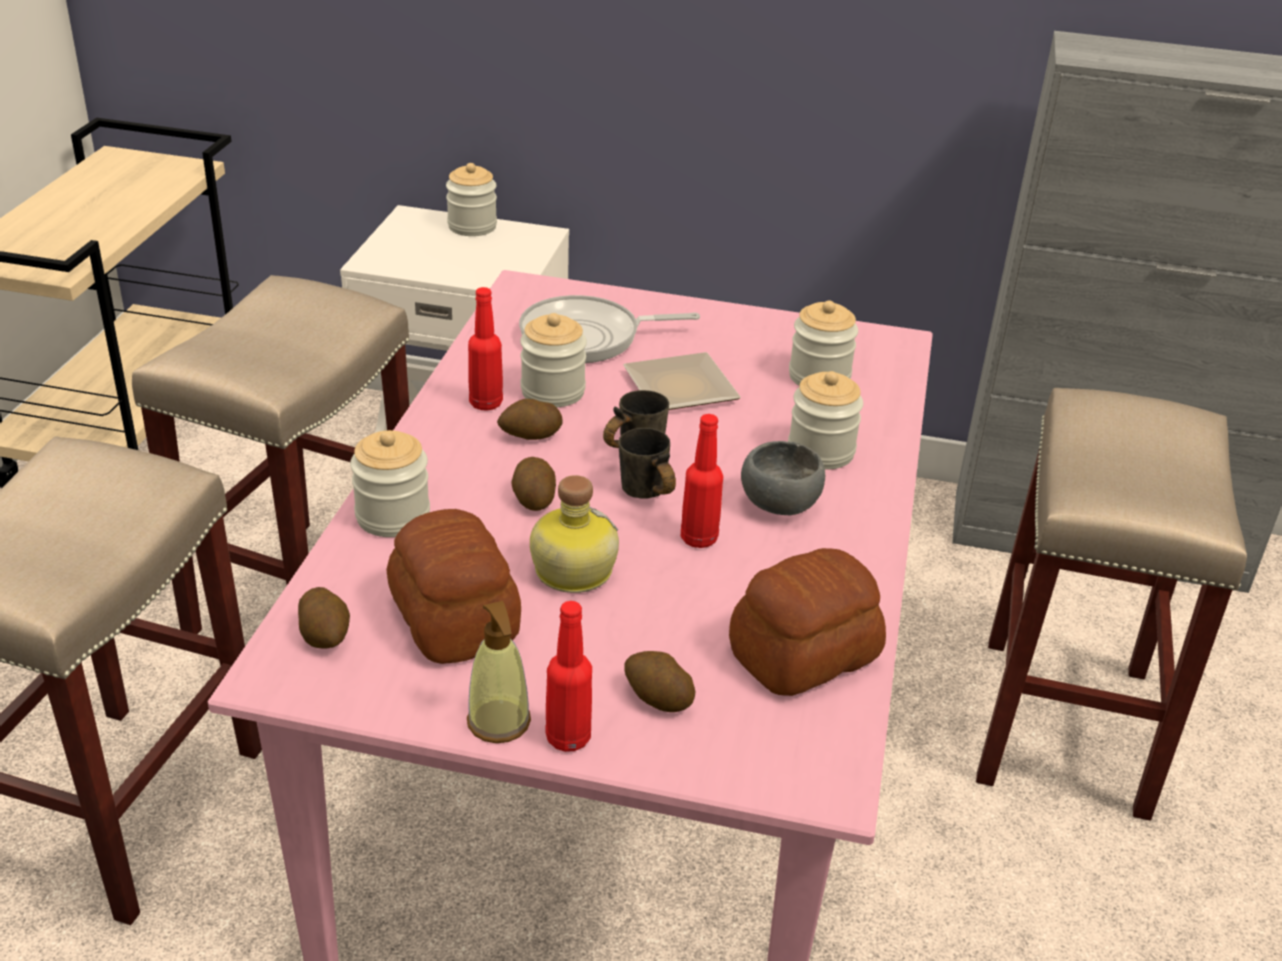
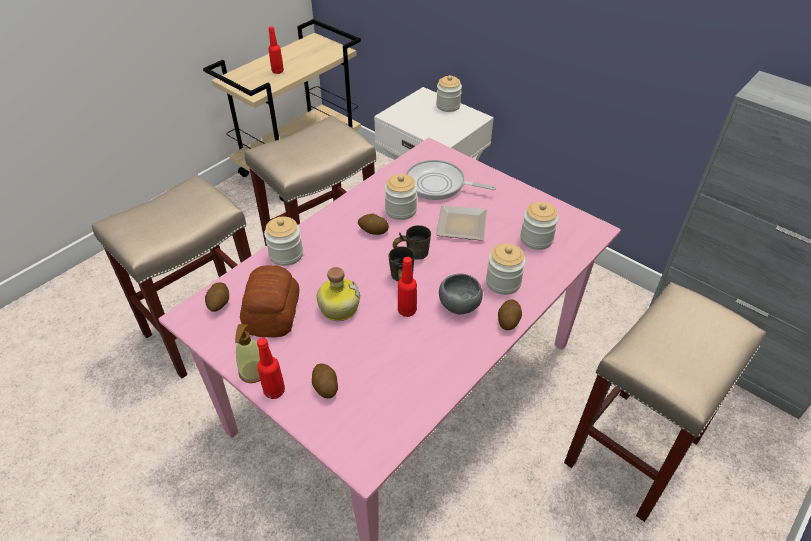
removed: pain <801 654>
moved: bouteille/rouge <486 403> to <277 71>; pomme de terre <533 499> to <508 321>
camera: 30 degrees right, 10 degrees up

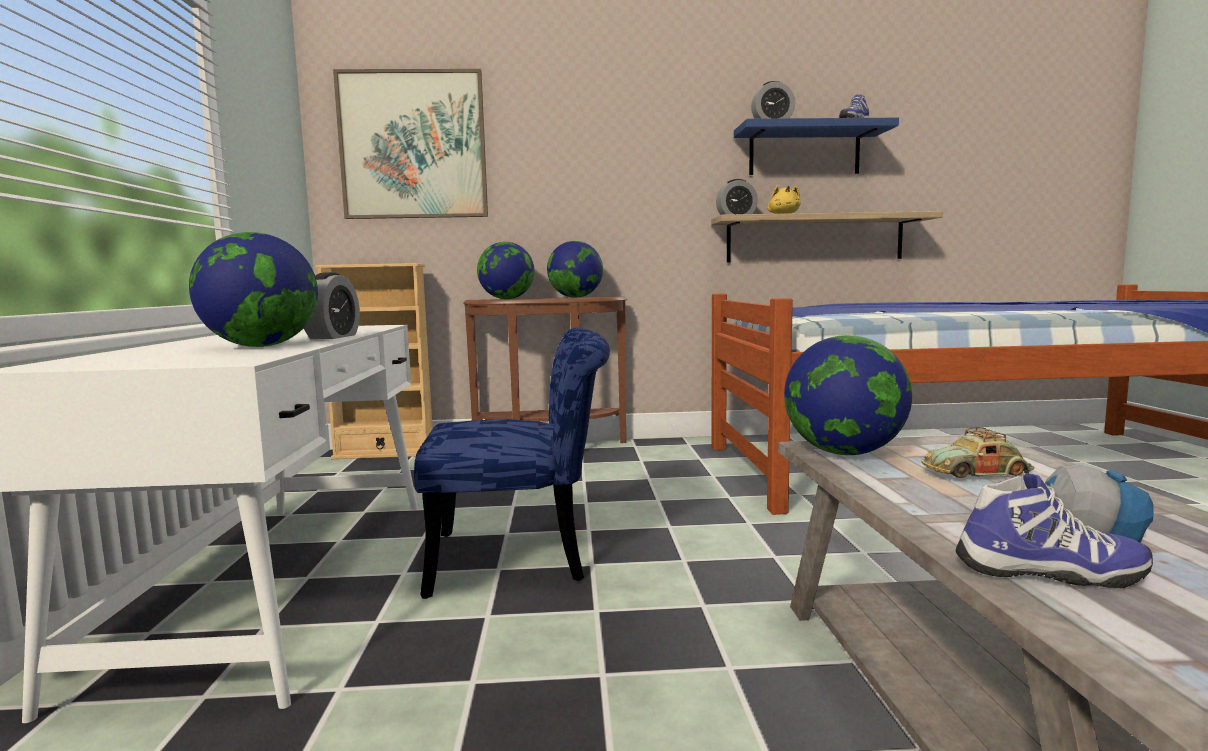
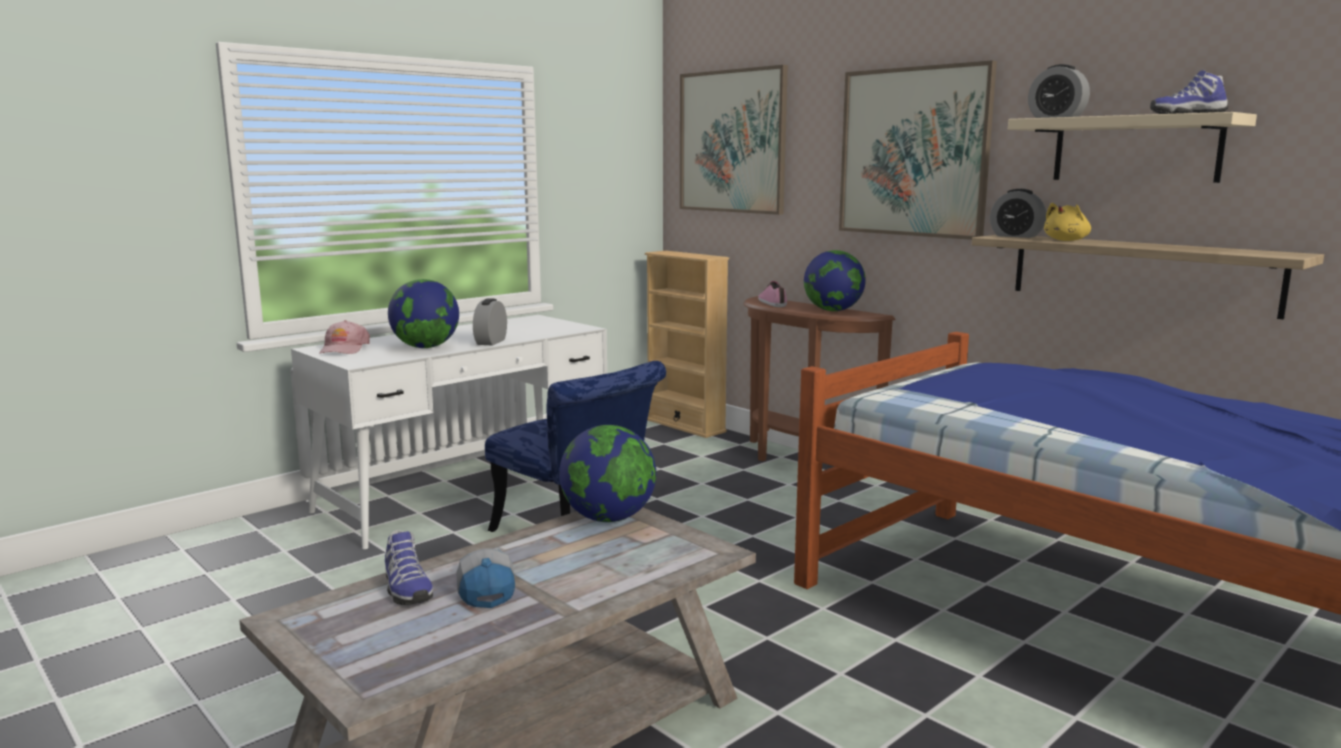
removed: petite voiture <977 473>
added: tableau <913 152>; casquette/rose <344 349>
replaced: globe <507 299> to chaussure <773 303>
recoloured: étagère/bleu <804 152> to étagère/beige <1135 149>
turned: réveil <333 337> = <491 342> 135 degrees clockwise
camera: 50 degrees right, 5 degrees up

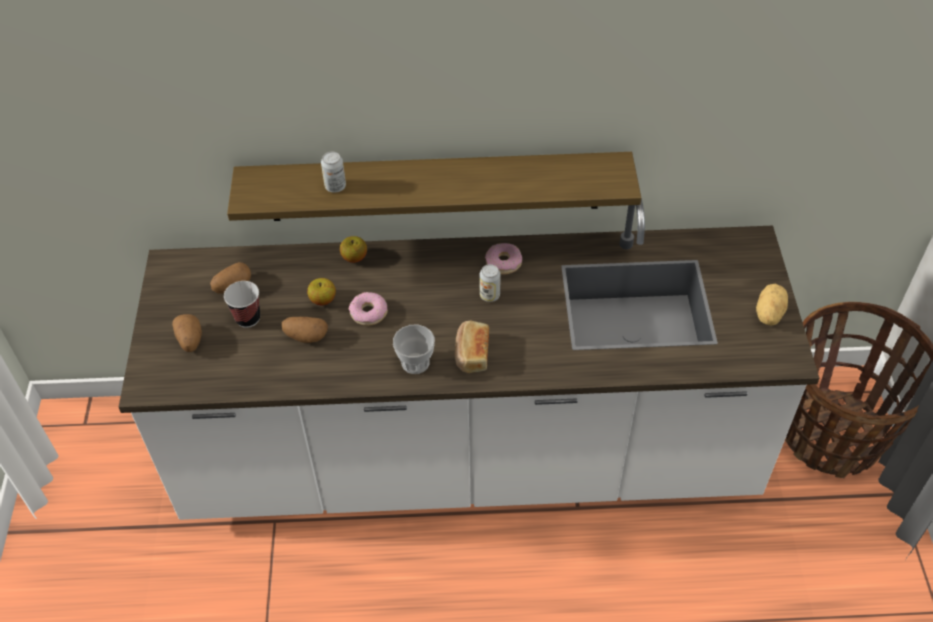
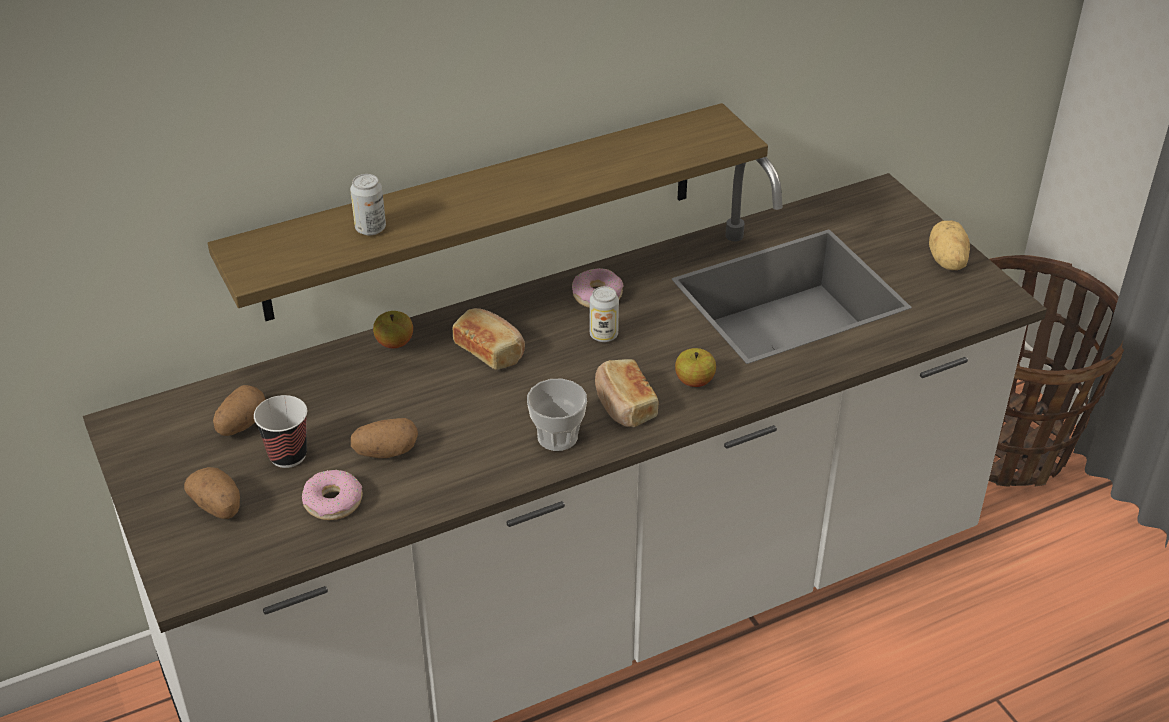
added: pain <490 350>
moved: pomme <323 300> to <694 381>; beignet <368 313> to <333 502>
camera: 25 degrees left, 10 degrees down

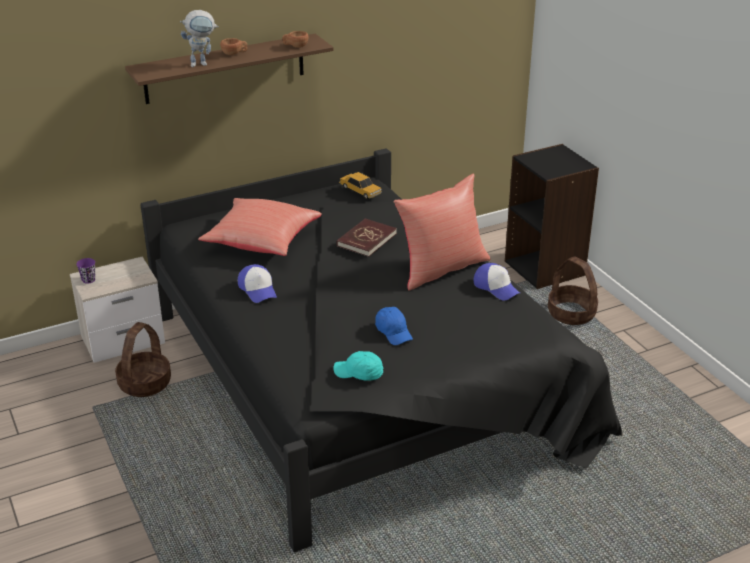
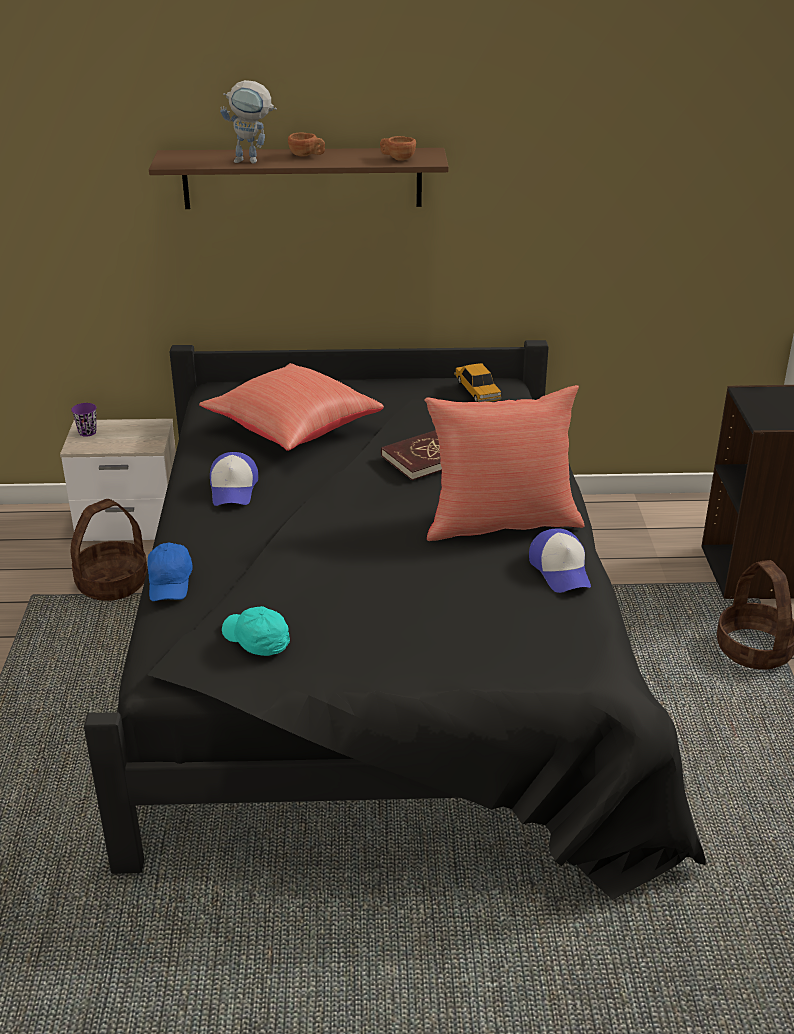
moved: casquette/bleu <393 332> to <170 582>
camera: 25 degrees right, 0 degrees up

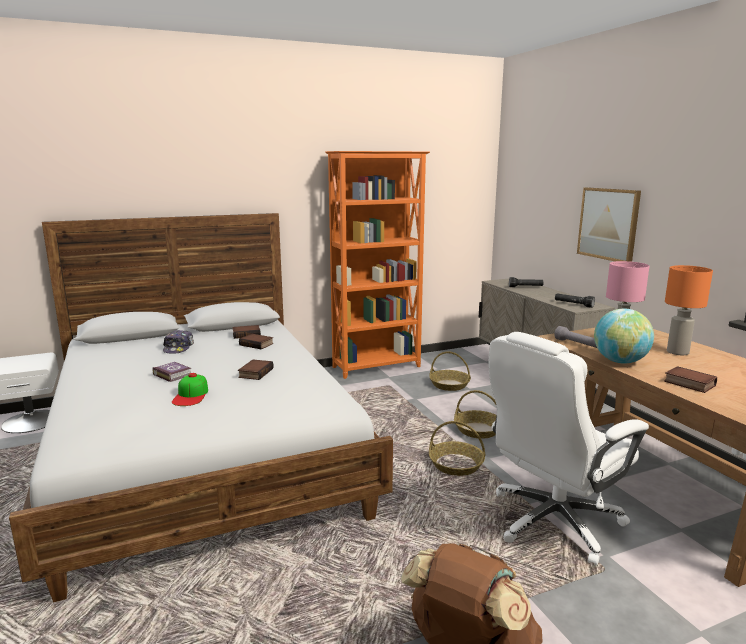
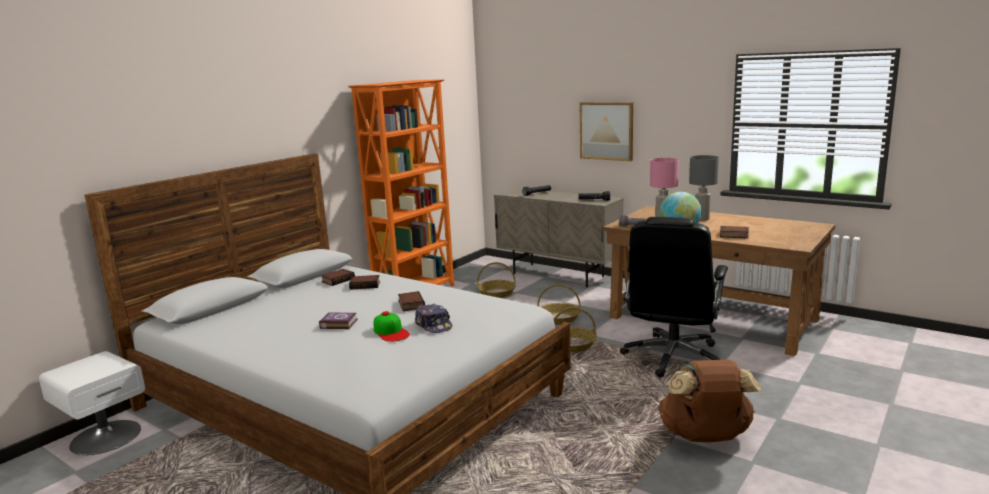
moved: casquette <179 348> to <434 325>
recoloured: lampe de table/orange <677 352> to lampe de table/gris <701 219>; chaise de bureau/blanc <553 522> to chaise de bureau/noir <672 357>
camera: 30 degrees left, 0 degrees up

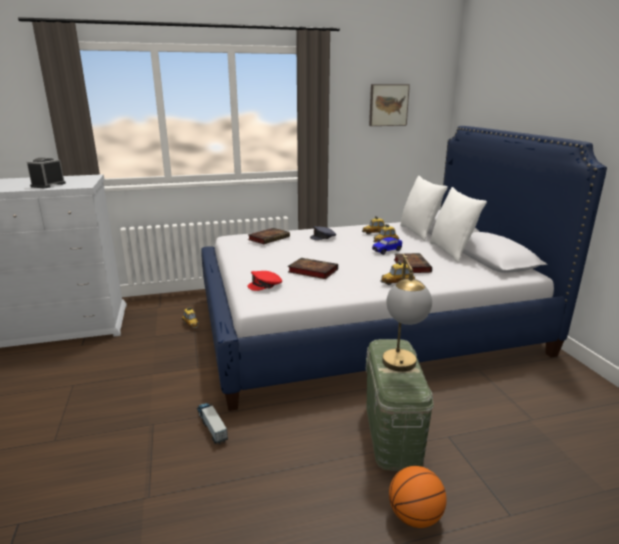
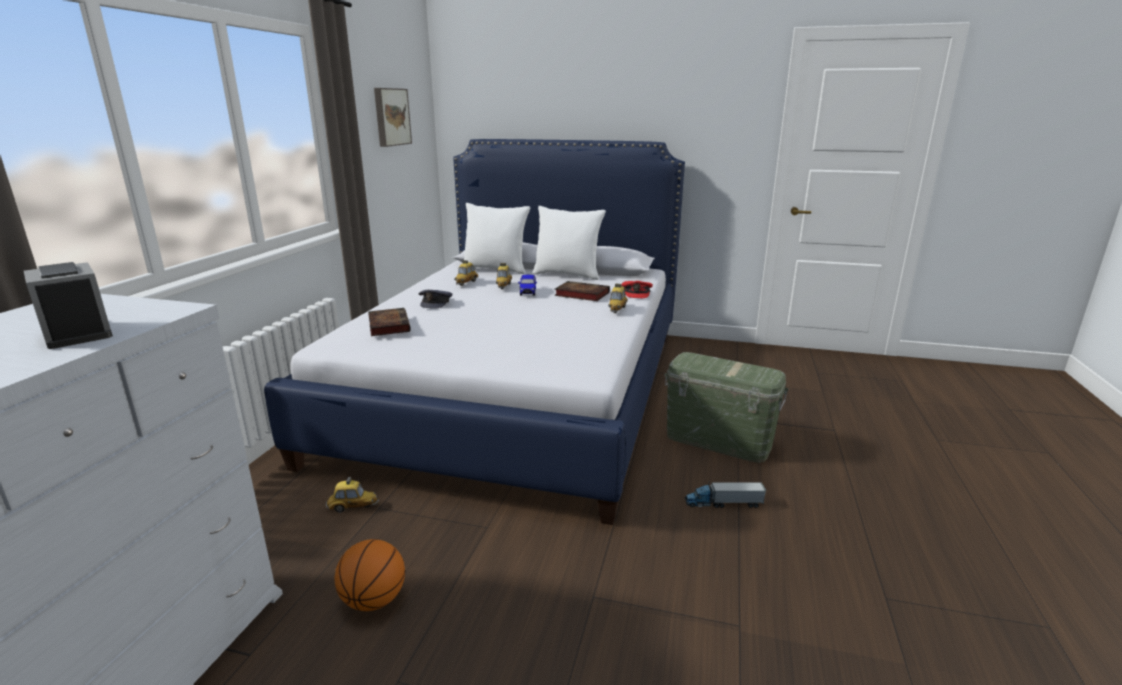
removed: lampe de table <401 369>; livre <311 271>
moved: casquette/rouge <265 285> to <636 293>; camion jouet <211 426> to <723 503>; ballon de basket <415 516> to <374 600>
camera: 60 degrees left, 0 degrees up

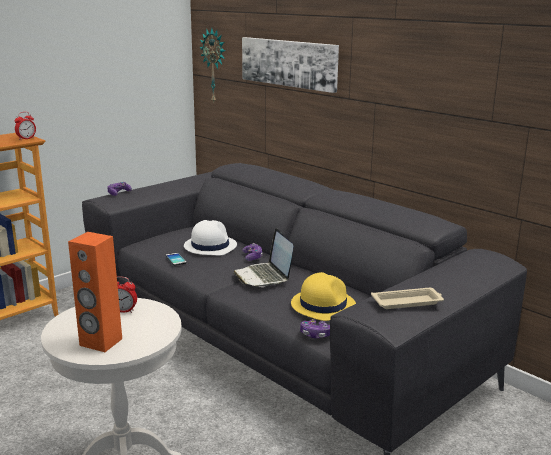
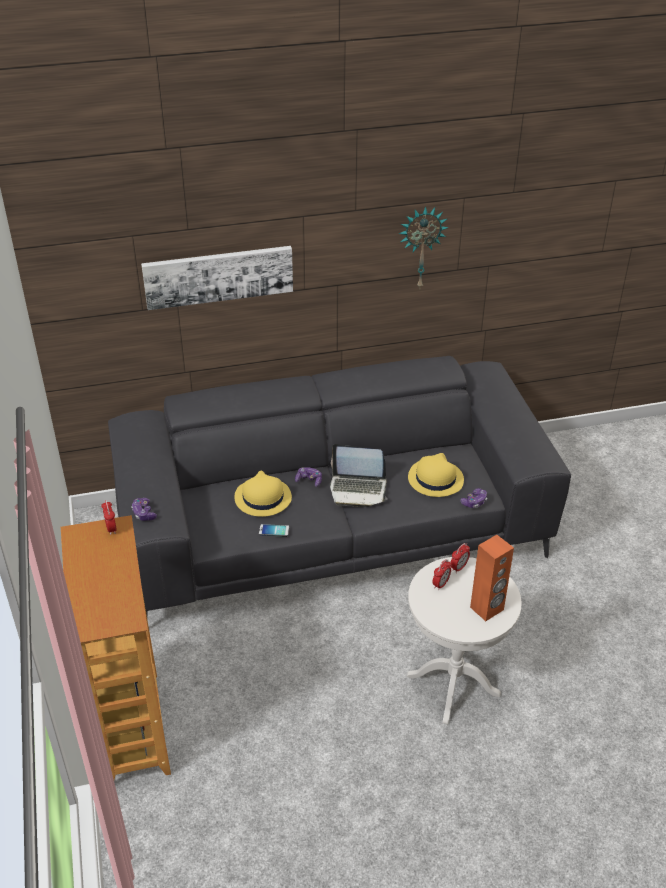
removed: plateau/beige <408 302>
added: réveil <459 567>
moved: horloge murale <215 66> to <421 247>
recoloured: chapeau/blanc <210 246> to chapeau/jaune <262 498>
camera: 60 degrees left, 20 degrees up

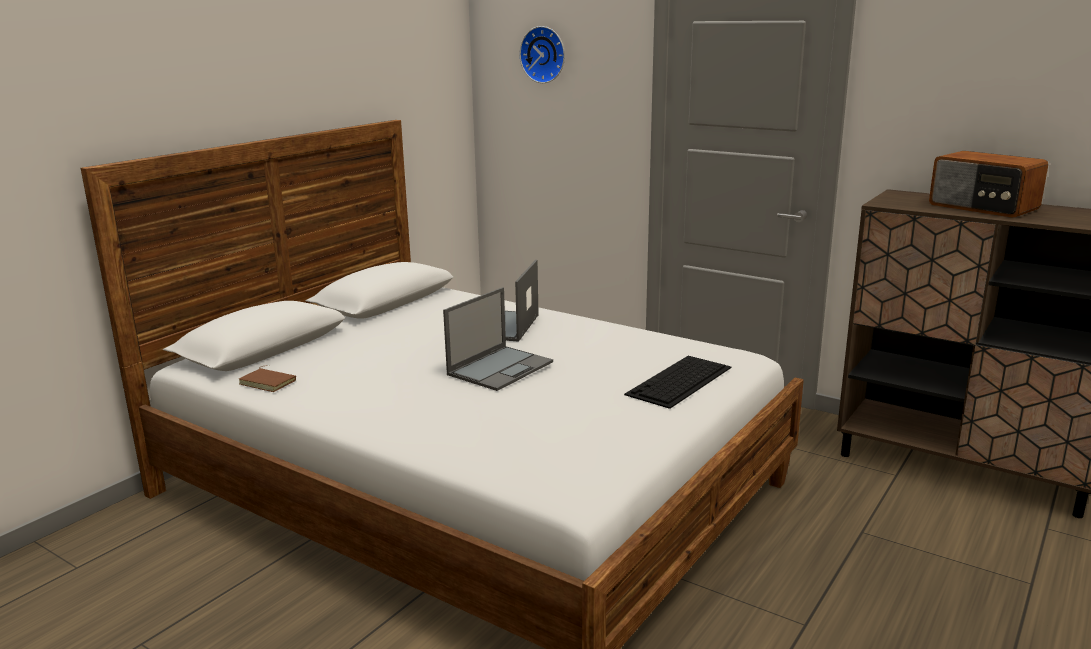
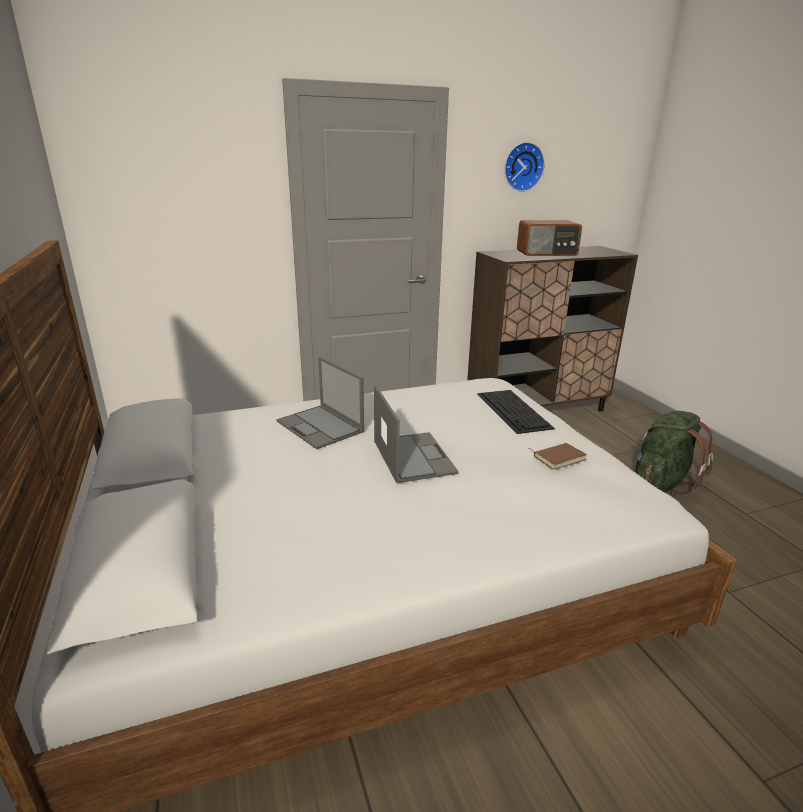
added: sac à dos/vert <661 481>
moved: horloge murale <544 54> to <522 167>; livre/marron <269 382> to <558 457>
camera: 55 degrees left, 5 degrees up

